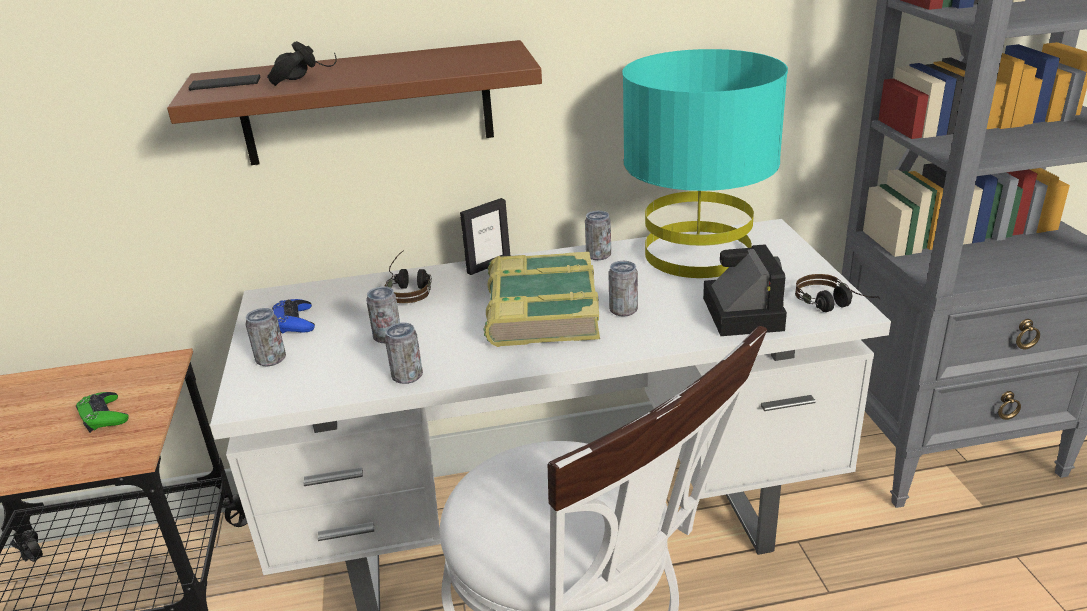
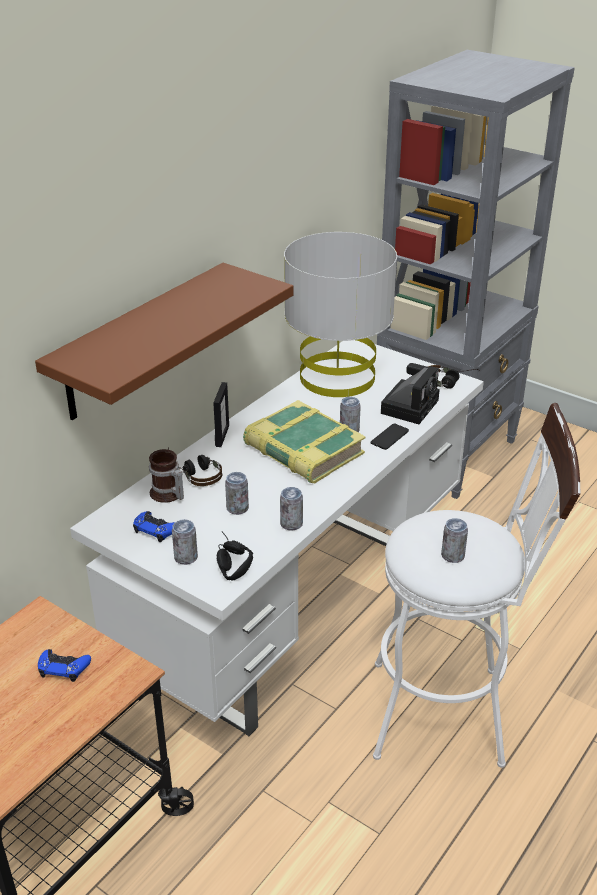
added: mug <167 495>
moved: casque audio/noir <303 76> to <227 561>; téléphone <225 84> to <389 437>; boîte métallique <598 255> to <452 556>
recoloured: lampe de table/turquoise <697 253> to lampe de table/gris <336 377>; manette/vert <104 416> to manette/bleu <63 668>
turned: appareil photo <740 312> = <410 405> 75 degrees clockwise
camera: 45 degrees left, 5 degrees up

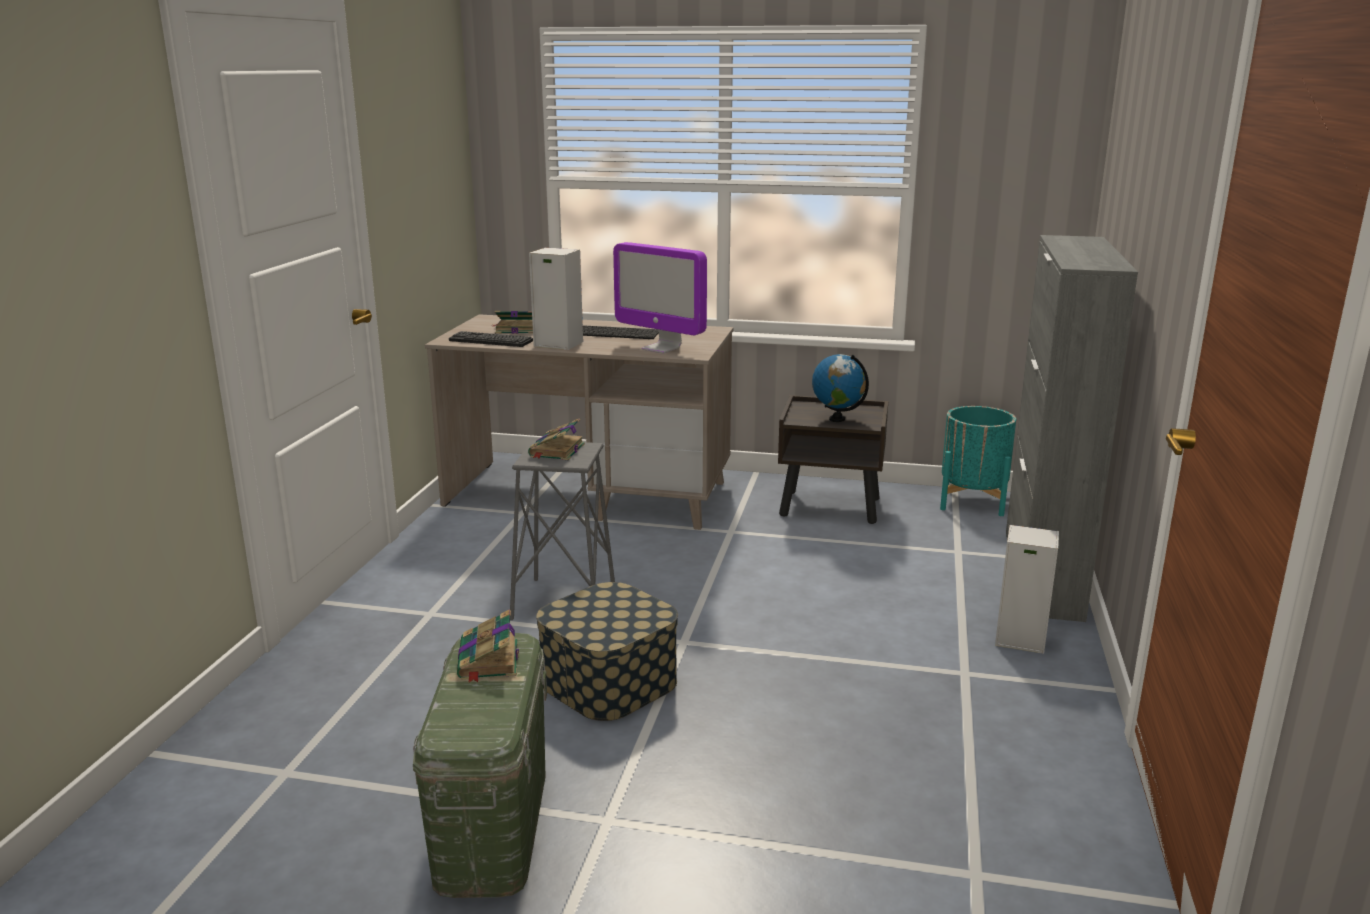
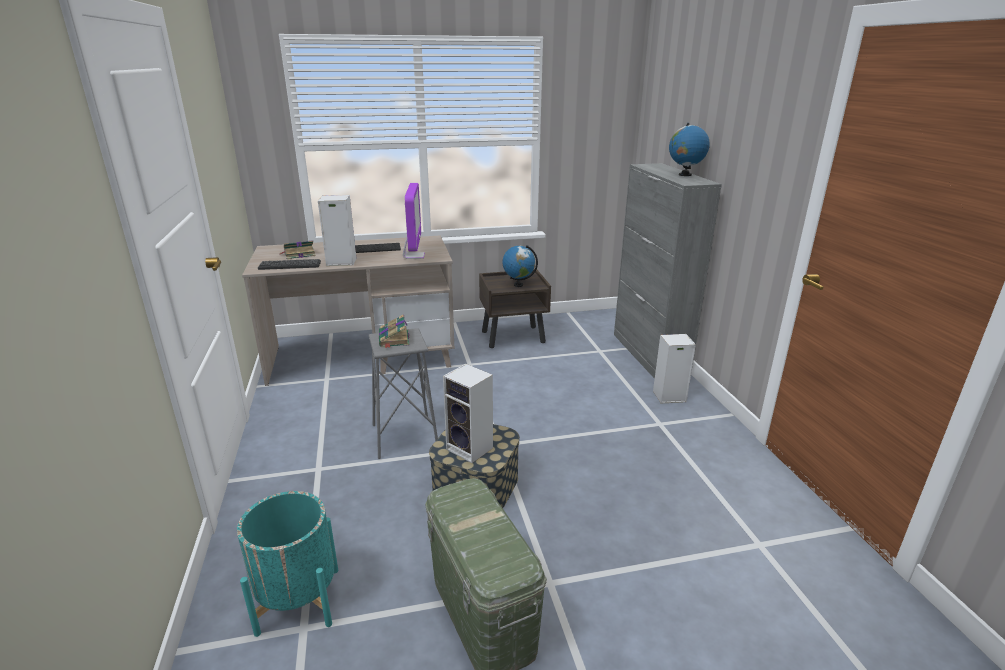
removed: livre <488 661>
added: globe <684 175>; enceinte <471 449>
moved: cache-pot/turquoise <972 501> to <298 600>
turned: écran d'ordinateur <661 348> = <414 256> 105 degrees counterclockwise
camera: 25 degrees left, 5 degrees up

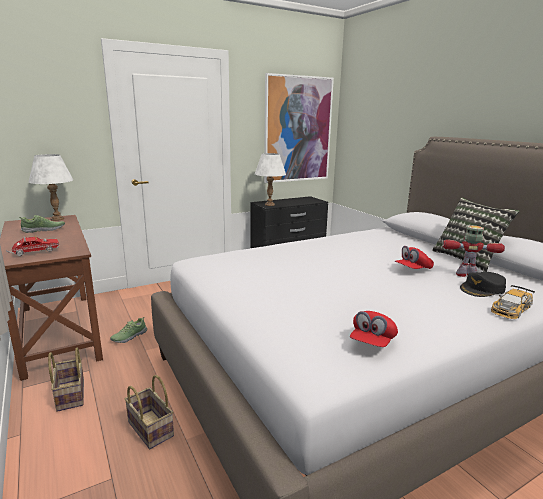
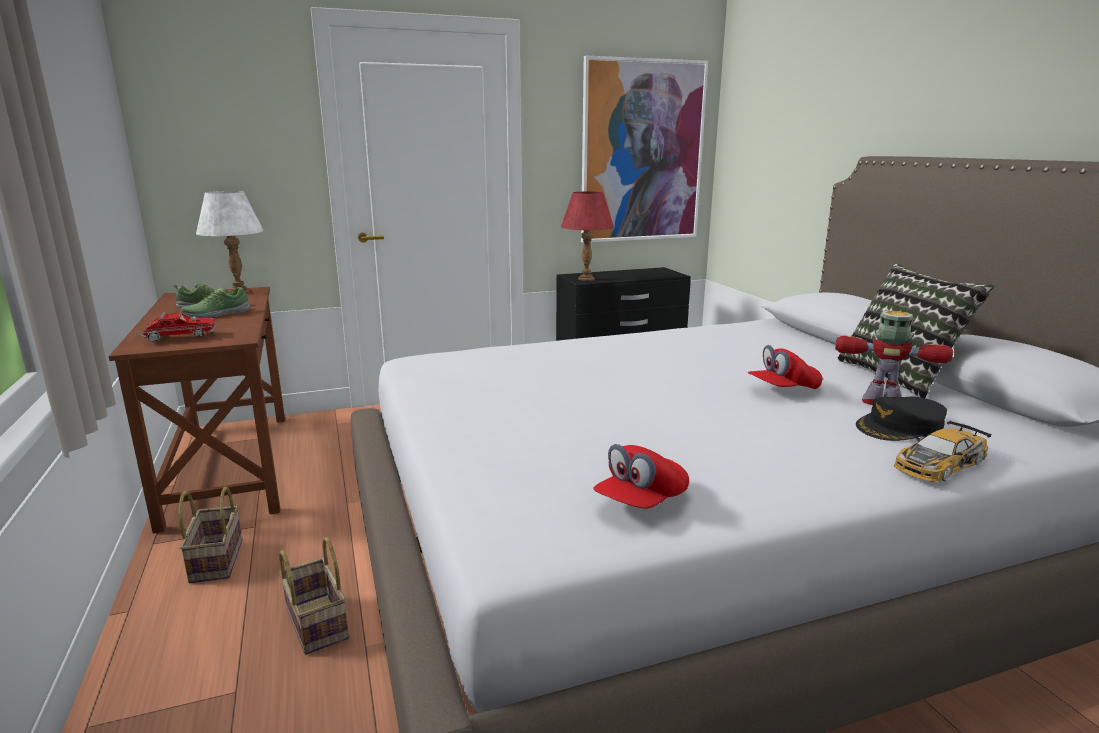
moved: chaussure <129 336> to <217 314>
recoloured: lampe de table/blanc <269 204> to lampe de table/rouge <586 279>
camera: 10 degrees right, 0 degrees up

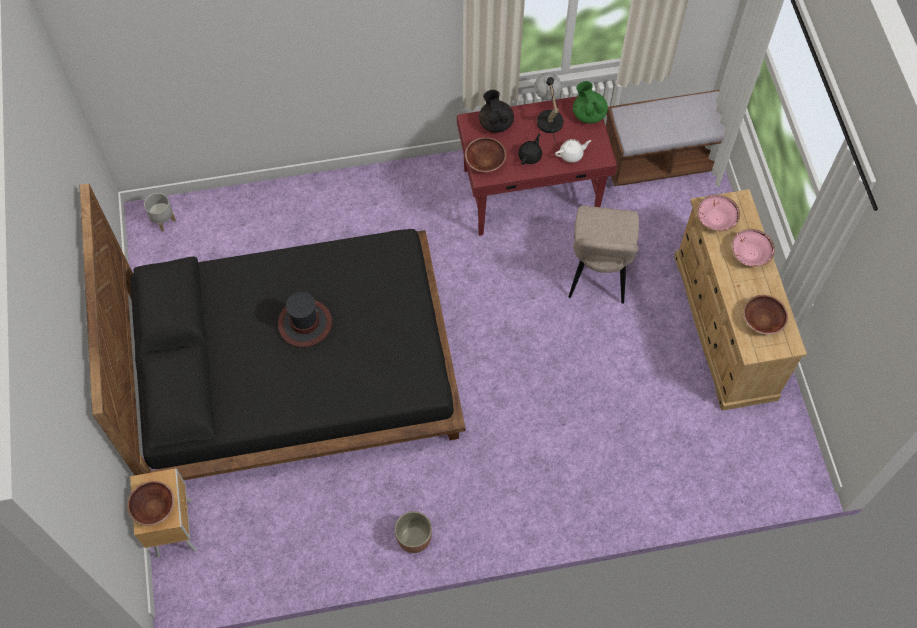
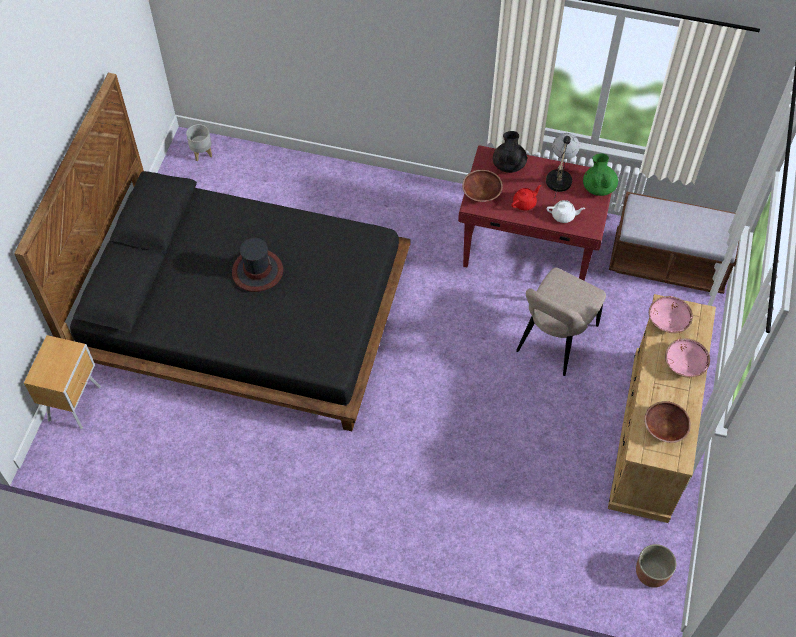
removed: bol/marron <154 507>
moved: cache-pot <414 538> to <651 573>
recoloured: théière/noir <530 156> to théière/rouge <525 203>
camera: 25 degrees right, 5 degrees down

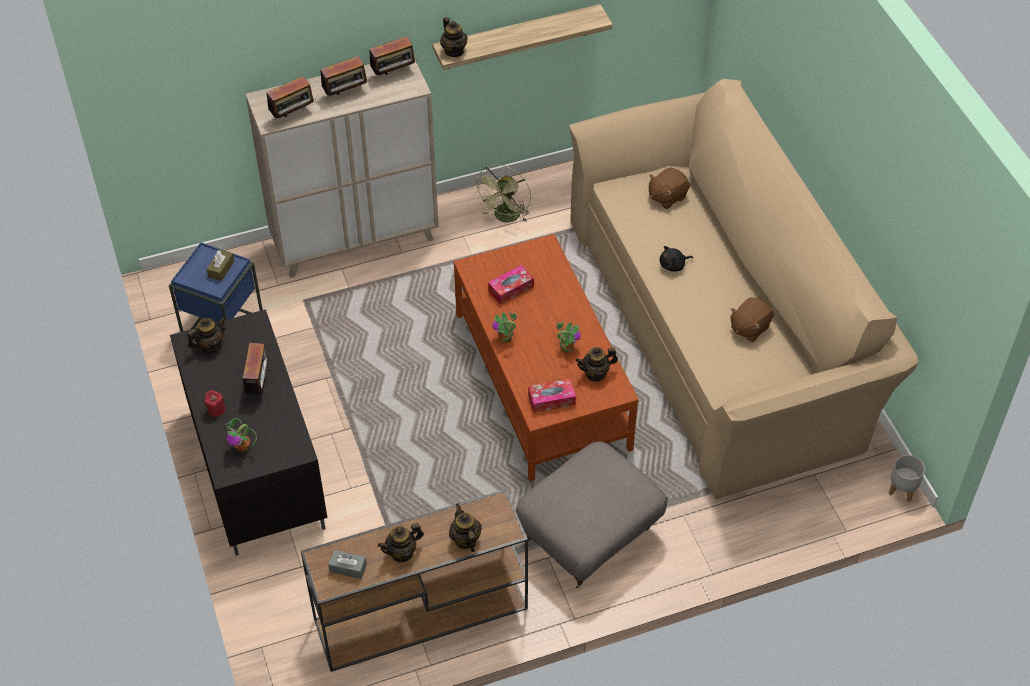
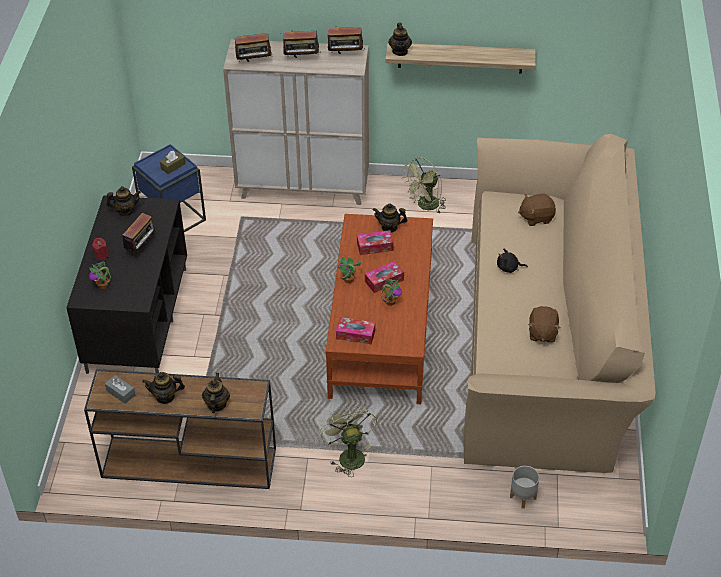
added: boîte à mouchoirs <384 281>
moved: théière <596 373> to <389 227>; cache-pot/gris <902 490> to <523 498>
replaced: pouf/gris <590 536> to ventilateur/vert <348 455>
turned: peluche/marron <749 328> = <542 333> 60 degrees counterclockwise
camera: 25 degrees right, 5 degrees down

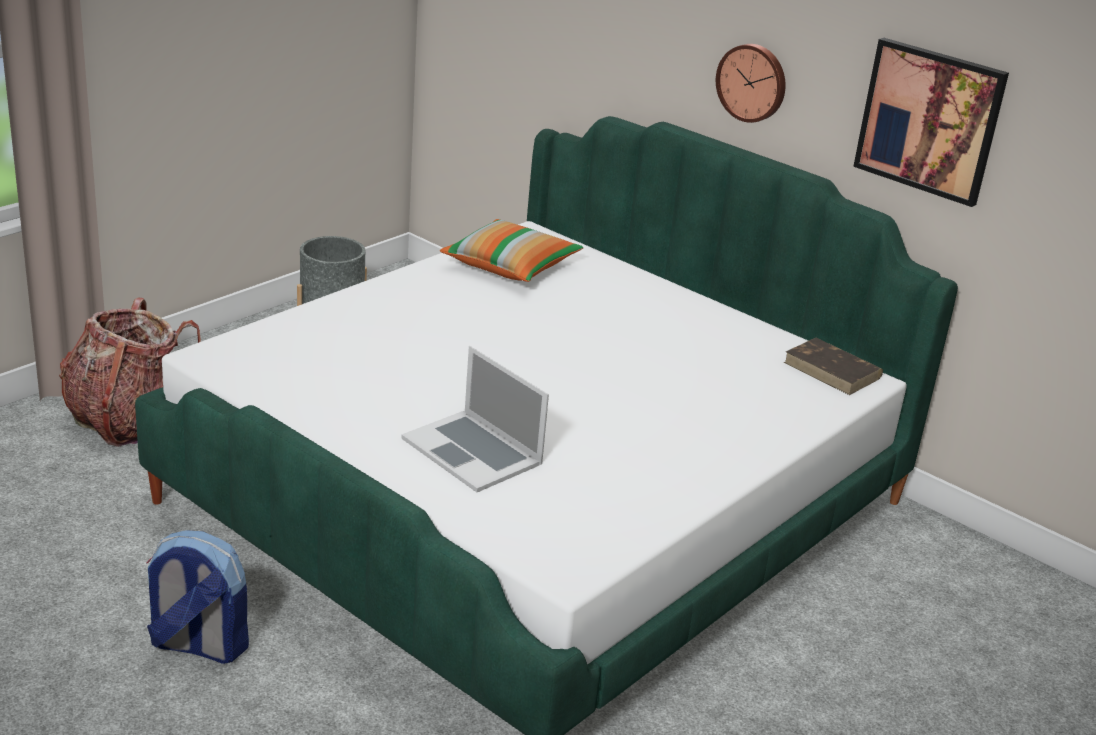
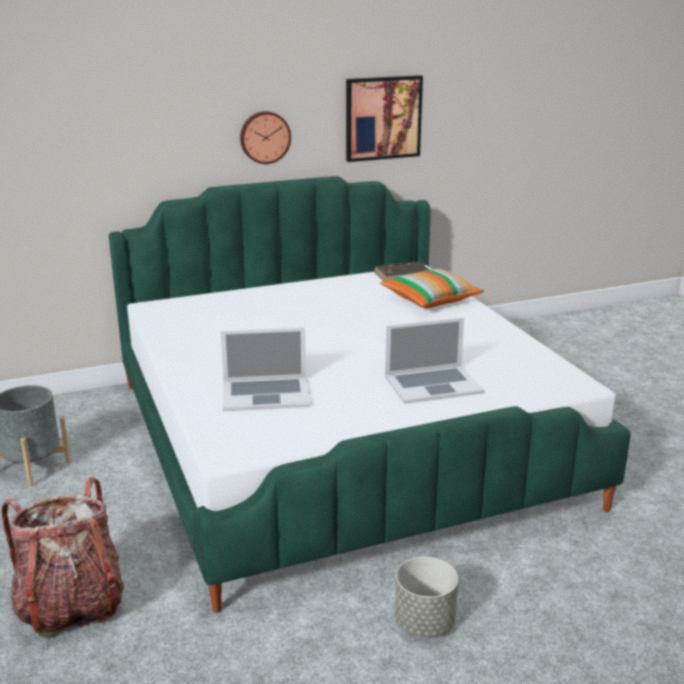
added: ordinateur portable <266 394>
moved: coussin <511 267> to <430 300>
replaced: sac à dos <198 645> to cache-pot/gris <424 622>
camera: 60 degrees left, 5 degrees down

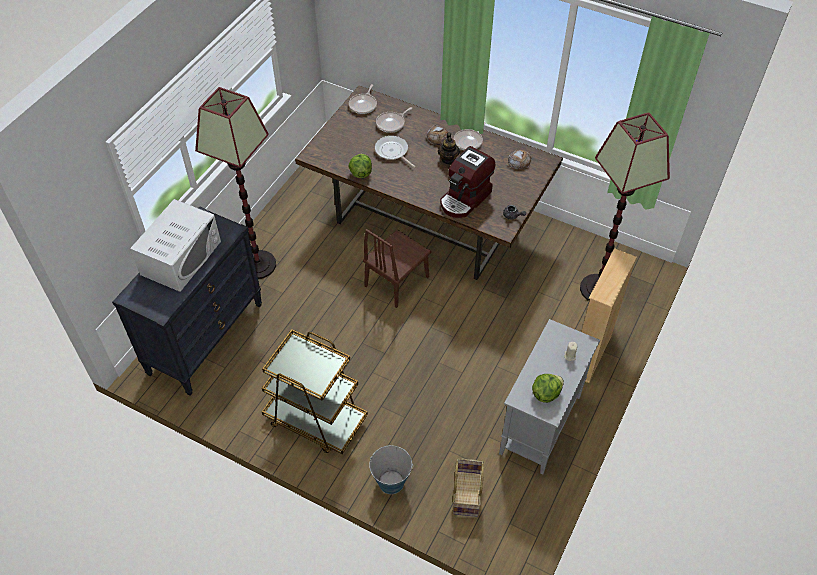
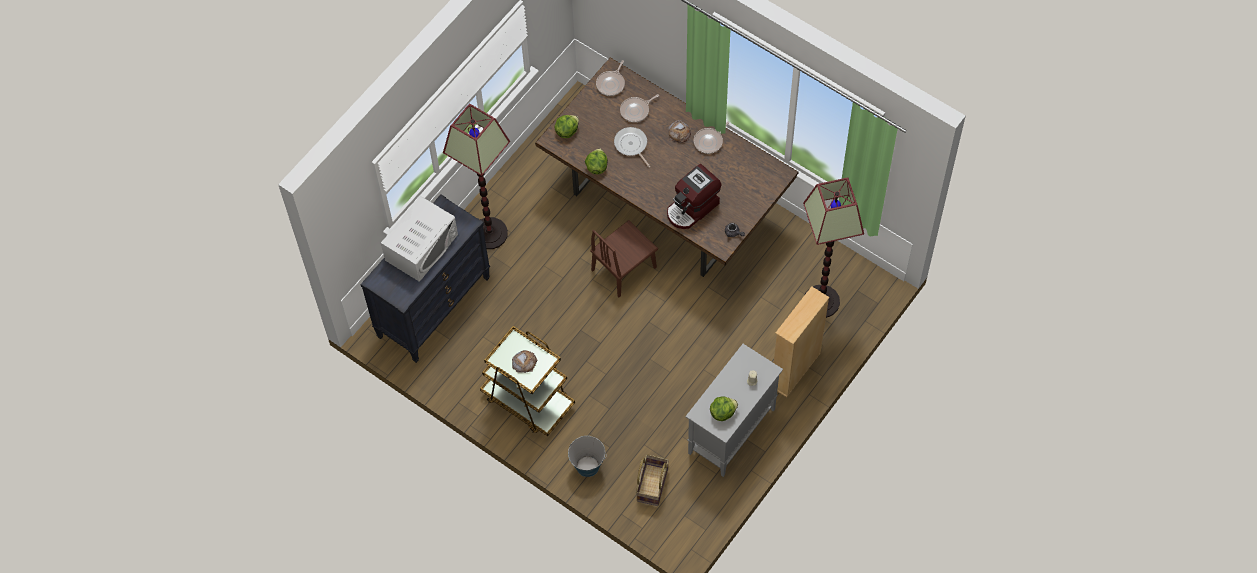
removed: théière <448 159>
added: laitue <566 131>
moved: pain <519 161> to <524 362>
camera: 10 degrees right, 10 degrees up

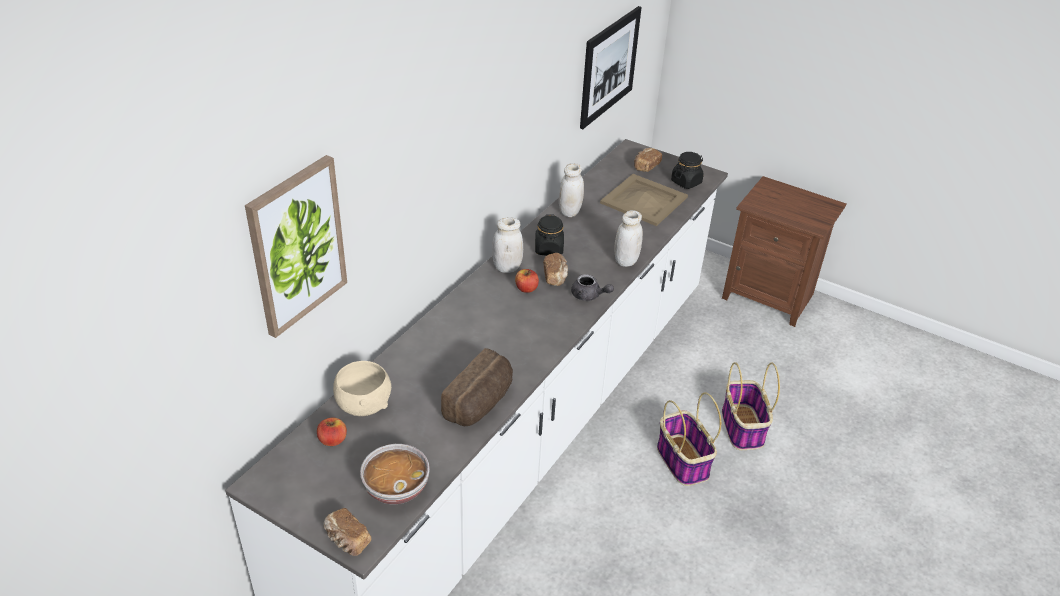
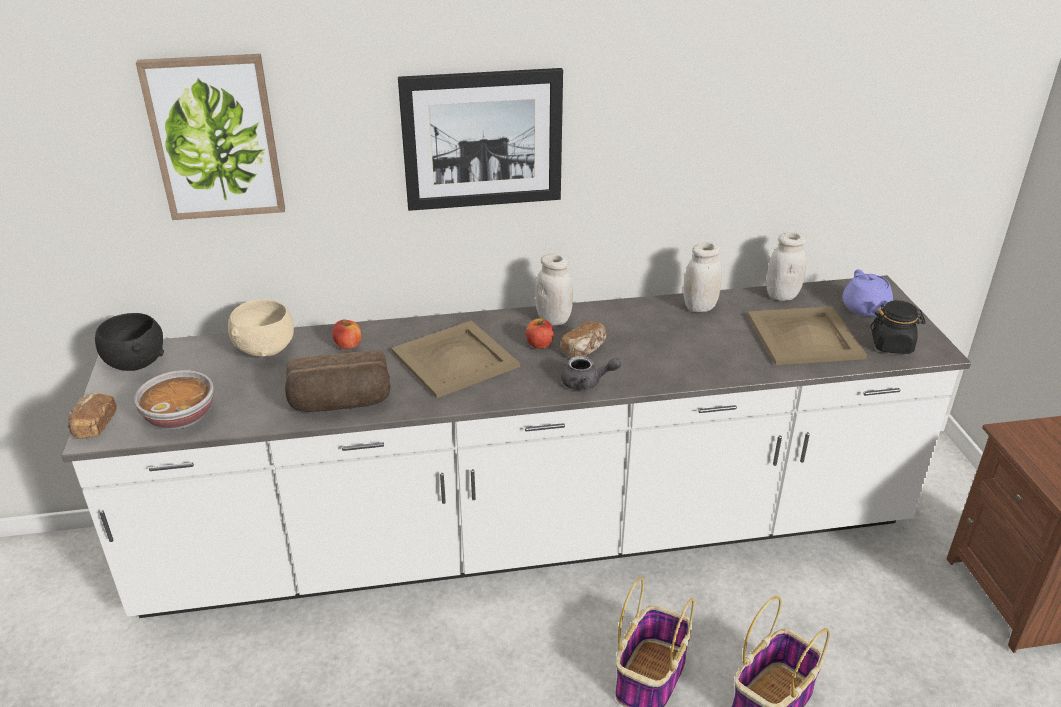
removed: bocal/noir <549 249>
added: bol/noir <136 363>; plateau/beige <454 360>
moved: tableau <609 66> to <482 140>; bocal/blanc <626 261> to <782 295>; pomme <333 440> to <348 345>
replaced: pain <646 166> to théière/violet <865 309>
turned: théière/gris <589 296> = <586 383> 75 degrees counterclockwise
camera: 50 degrees right, 5 degrees down

